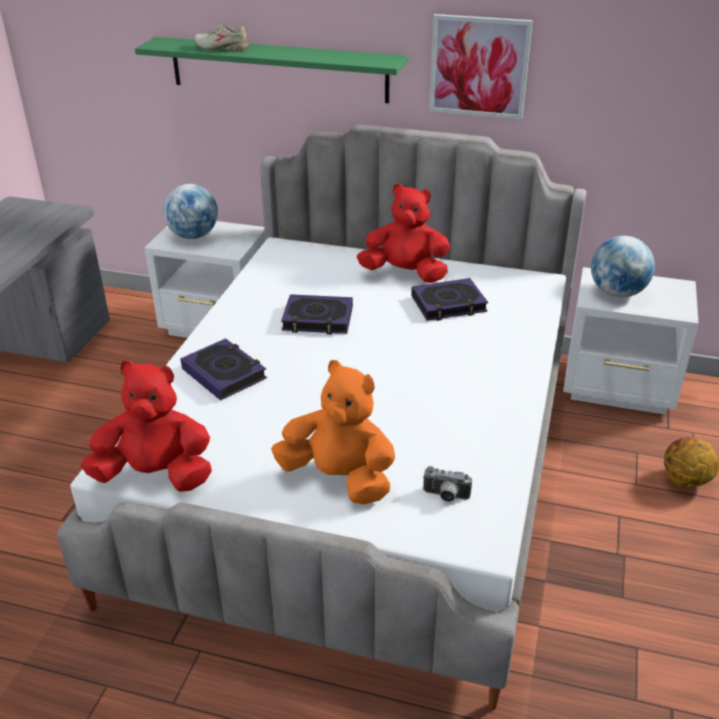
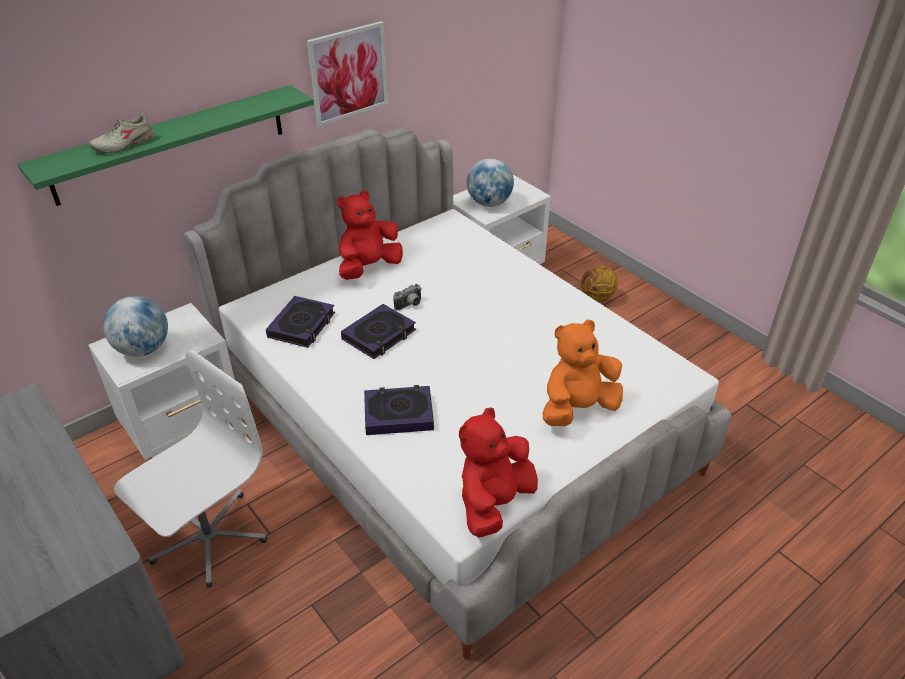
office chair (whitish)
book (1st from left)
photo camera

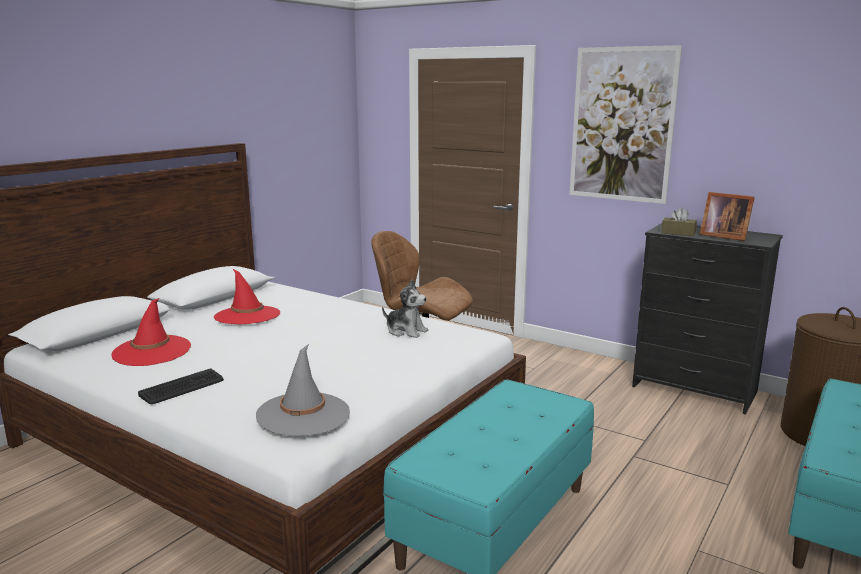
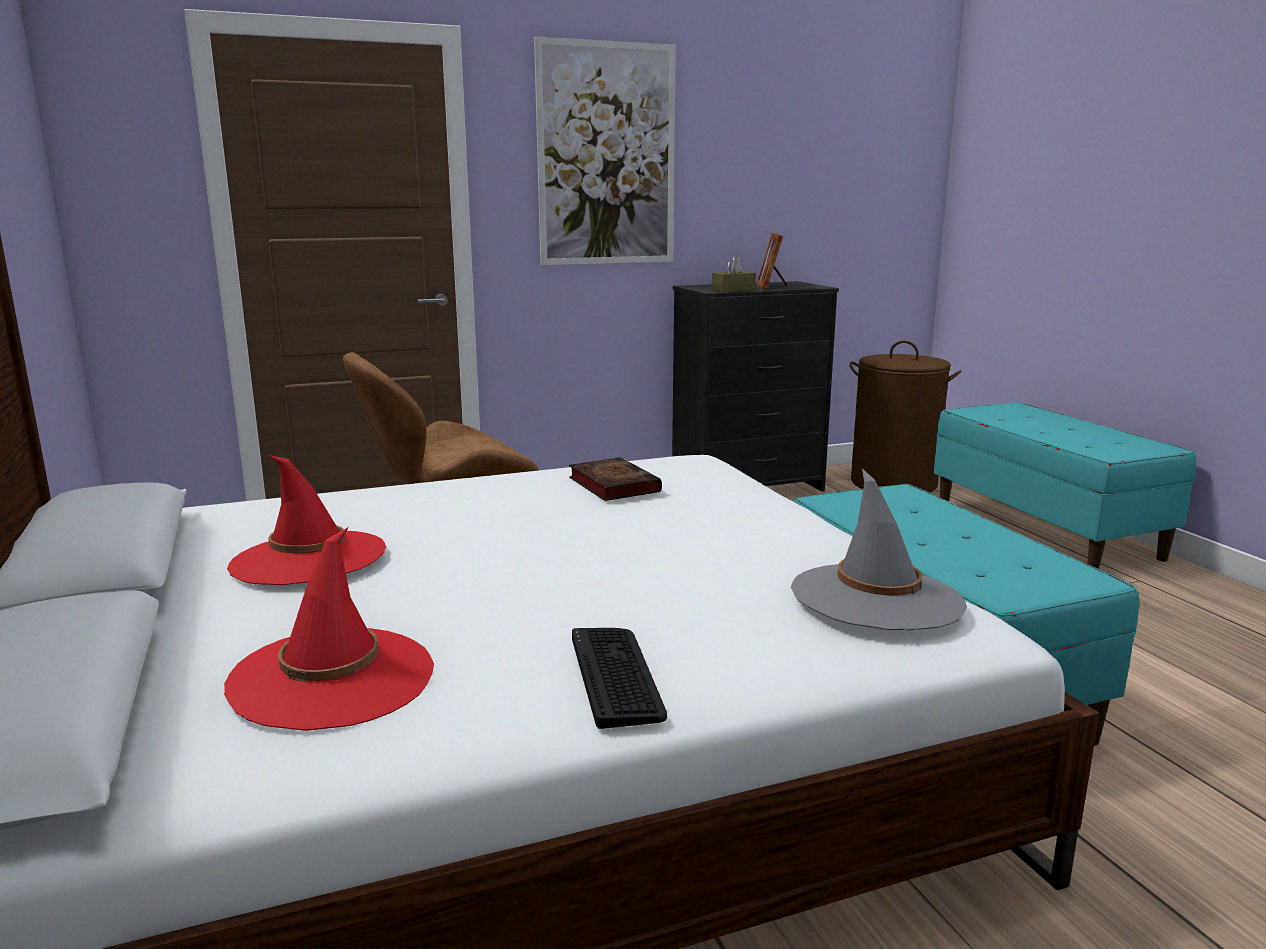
book
photo frame

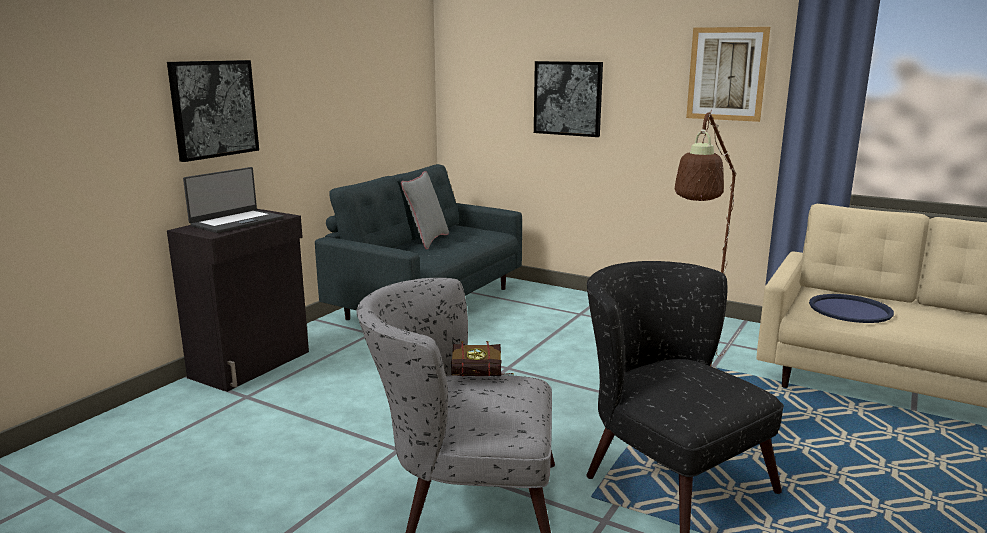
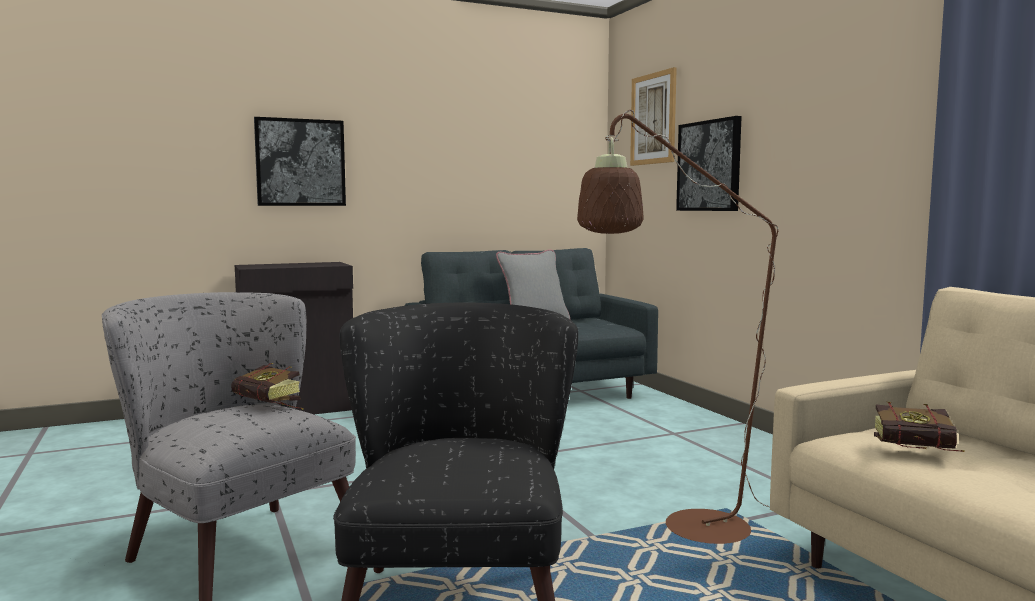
picture (2nd from left)
book (2nd from left)
laptop

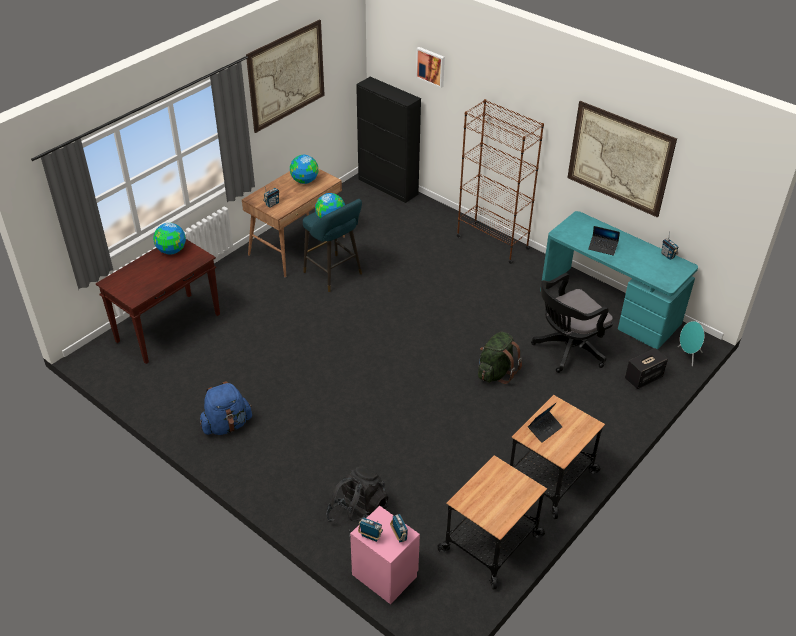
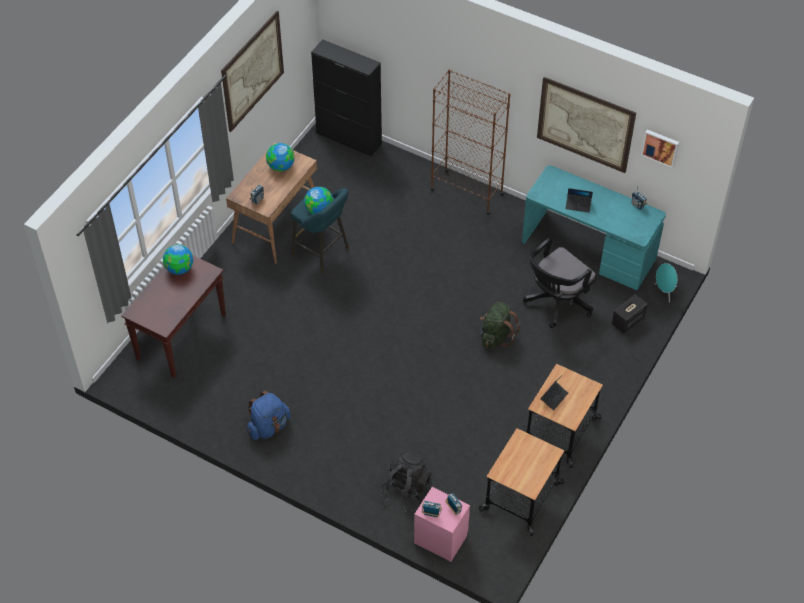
picture (3rd from left)

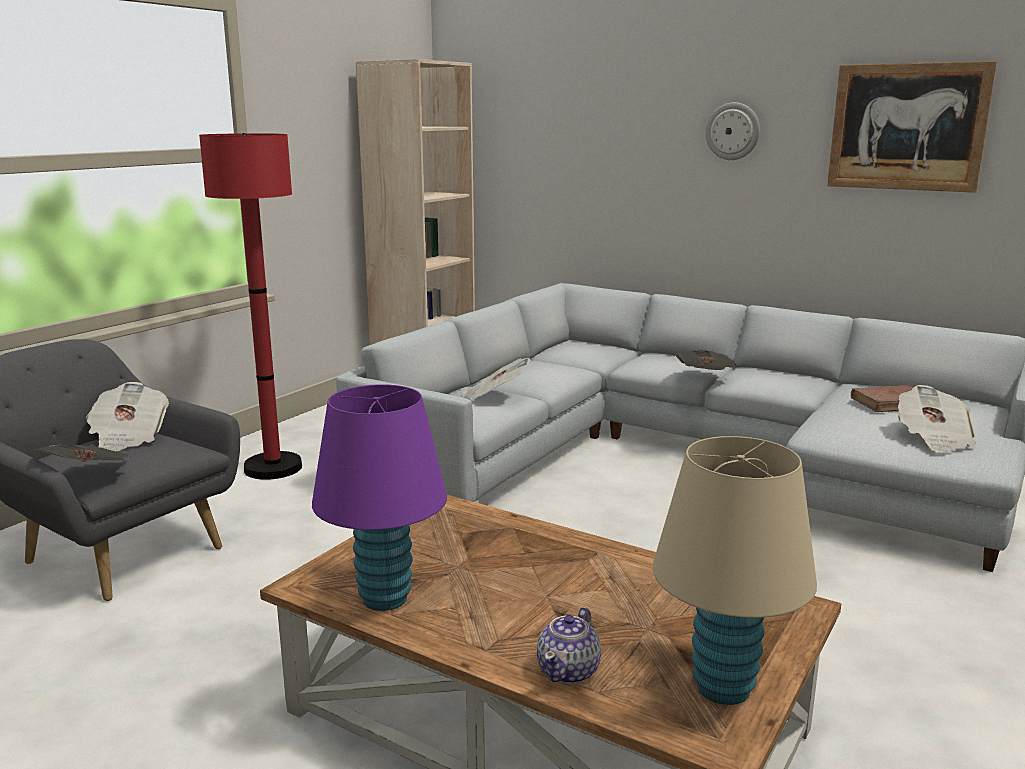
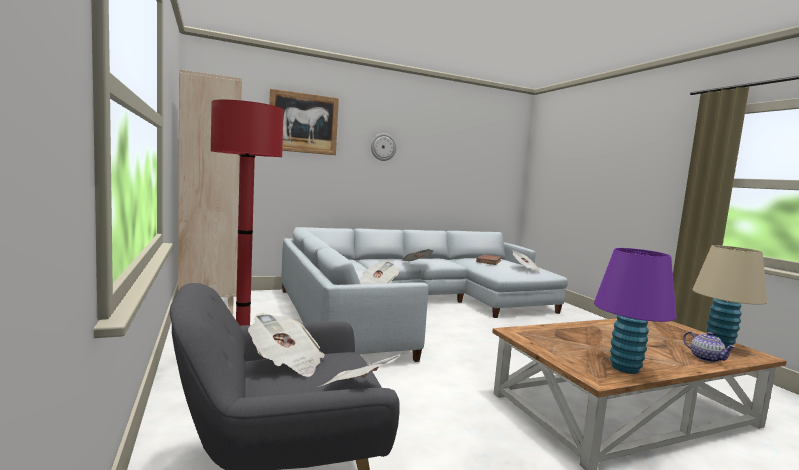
picture

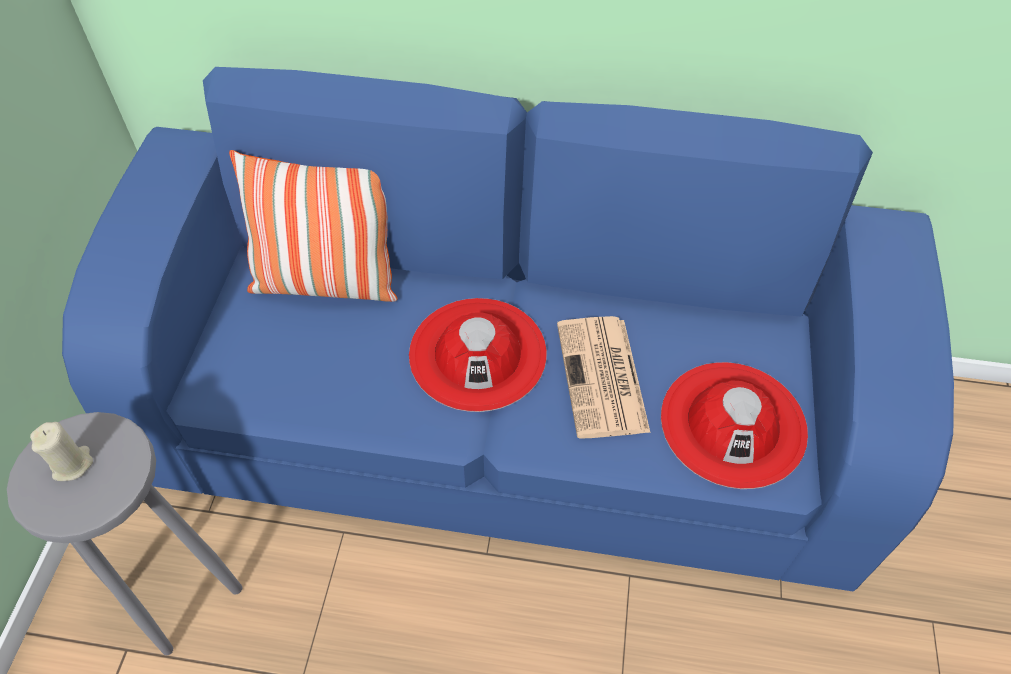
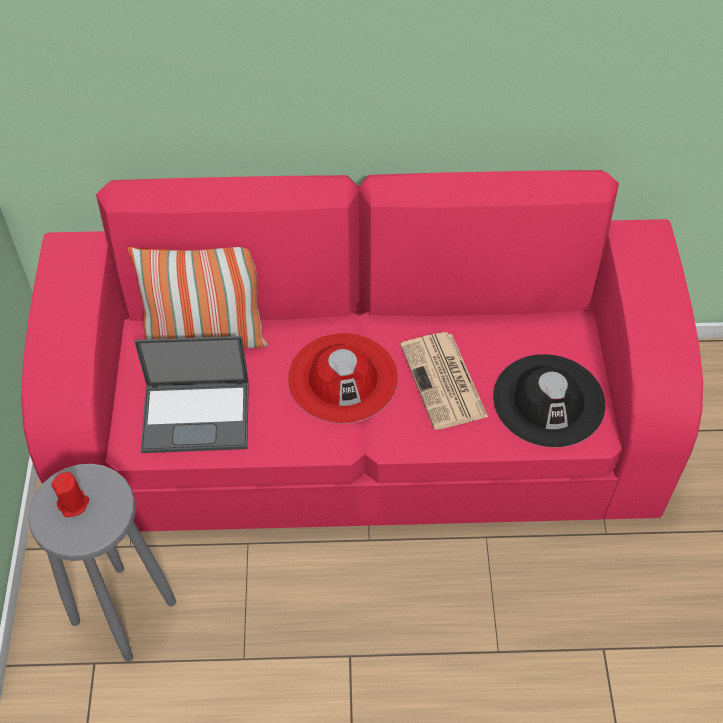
couch (pink)
candle (reddish)
laptop
hat (blackish)

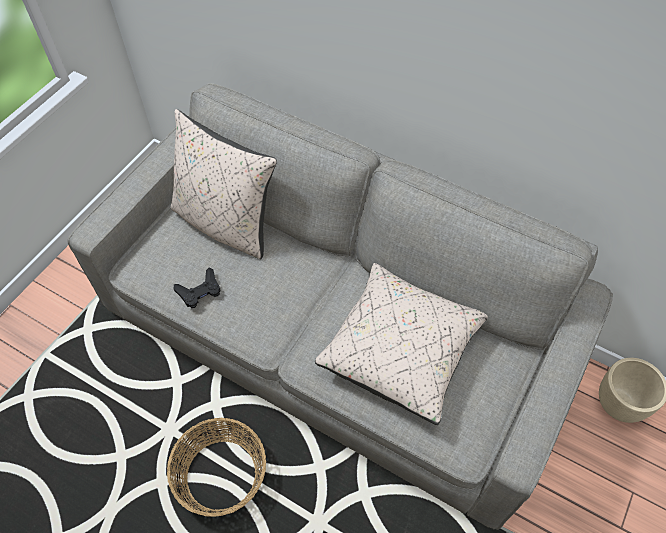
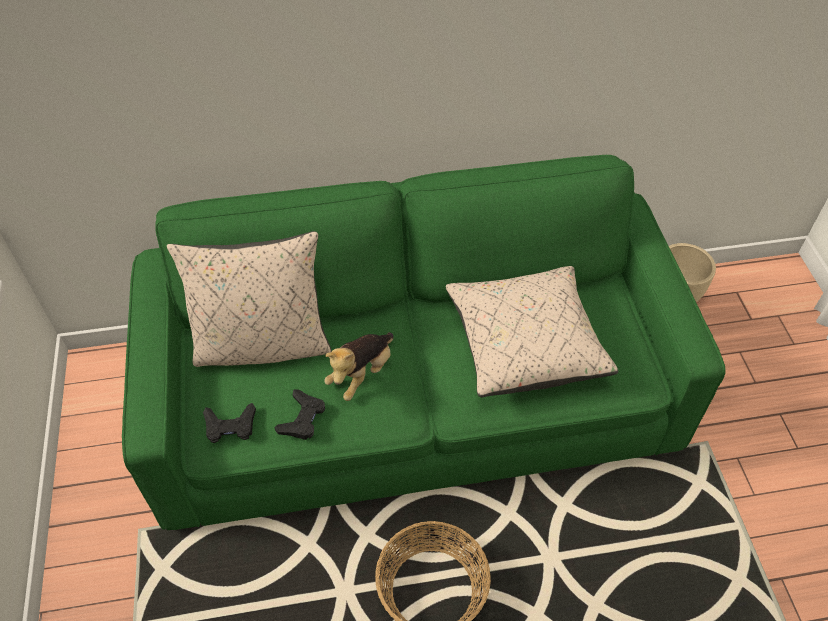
couch (green-coloured)
gamepad (blackish) (1st from left)
plush toy

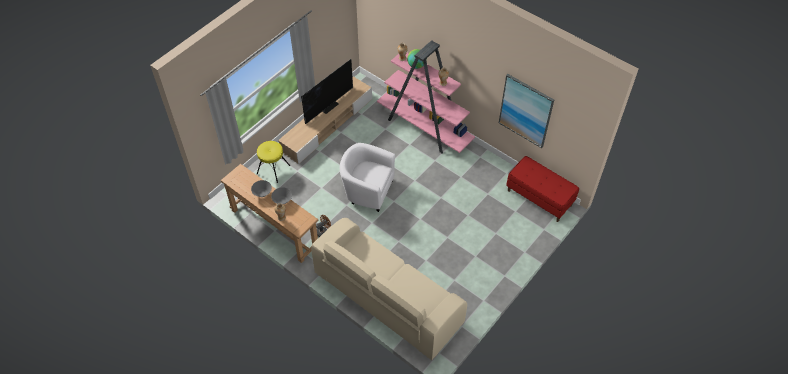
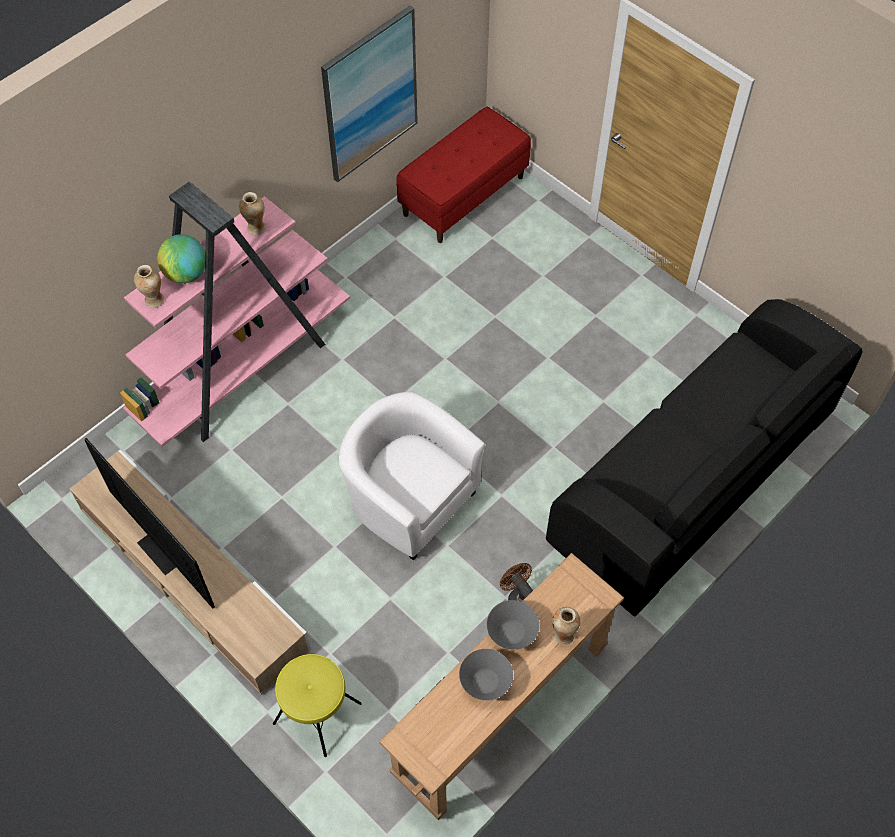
easy chair (whitish)
couch (blackish)

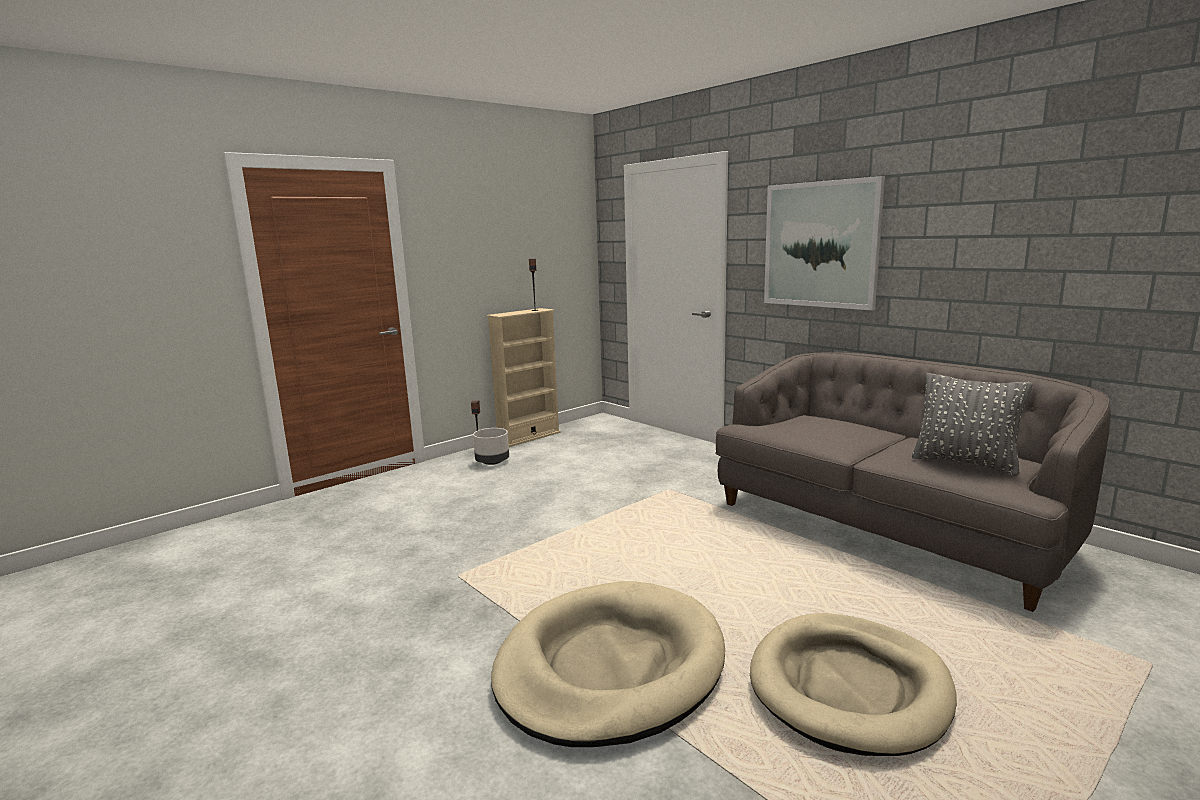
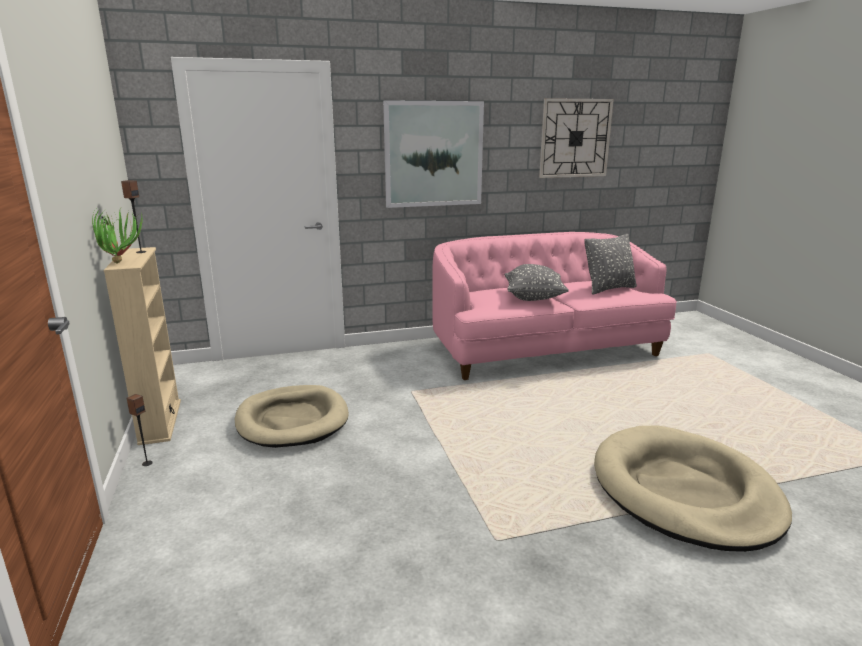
potted plant
dog bed (sand-coloured) (1st from left)
couch (pink)
cushion (greyish) (1st from left)
hanging clock
planter (greyish)

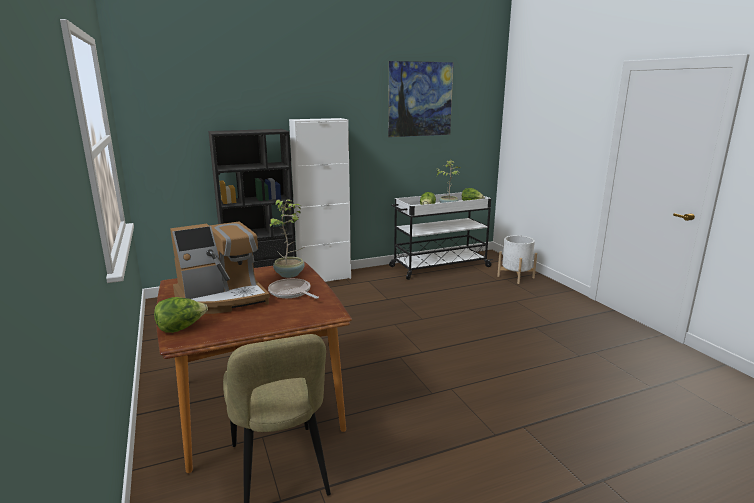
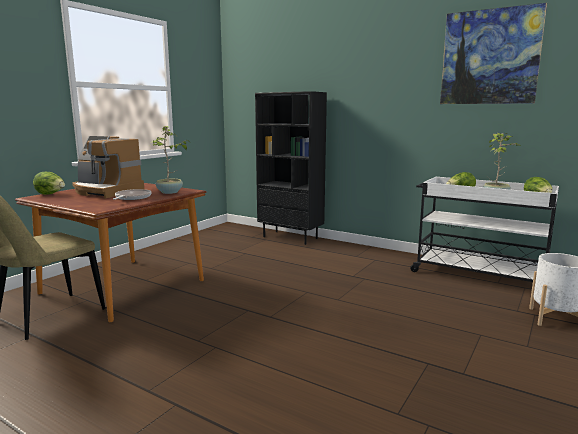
storage cabinet (whitish)

